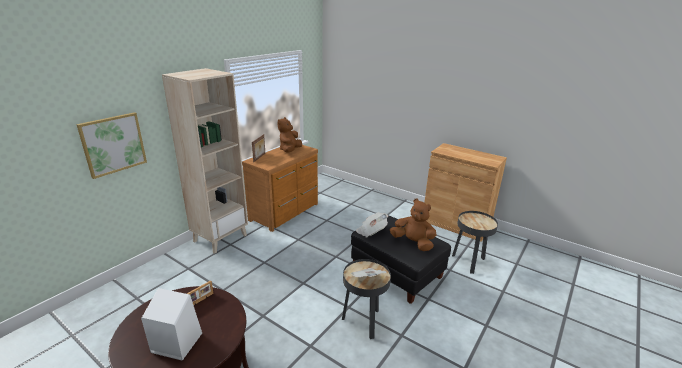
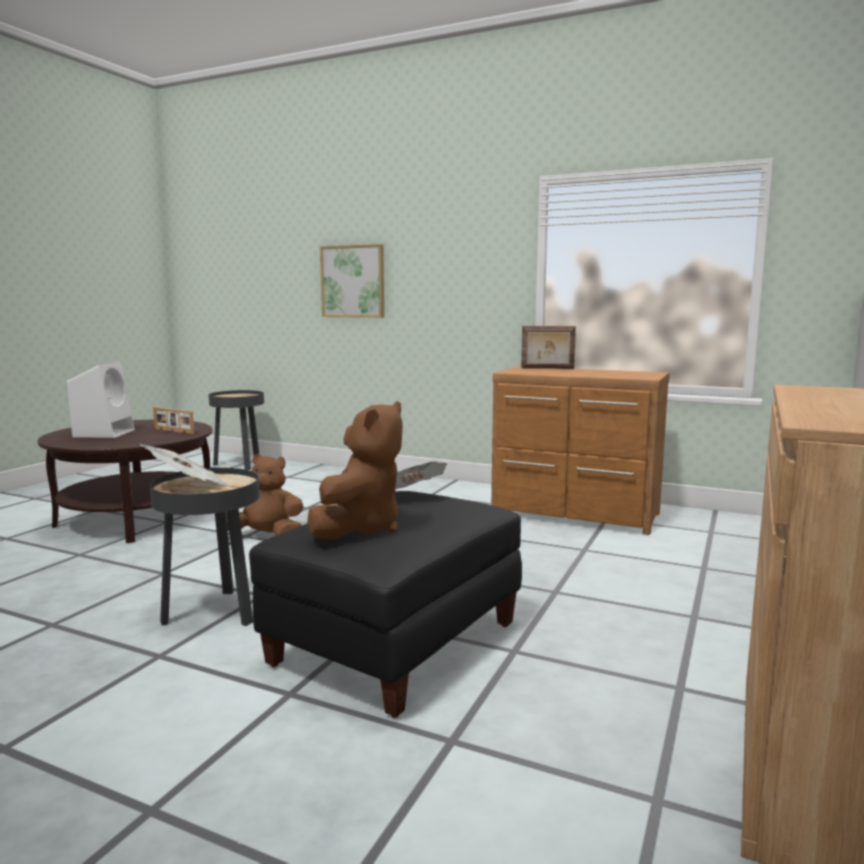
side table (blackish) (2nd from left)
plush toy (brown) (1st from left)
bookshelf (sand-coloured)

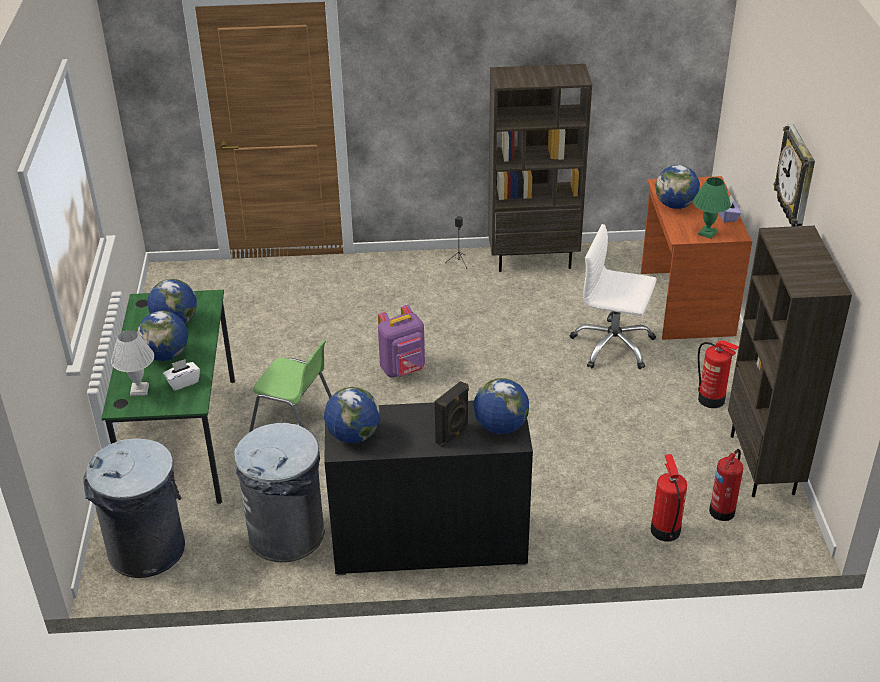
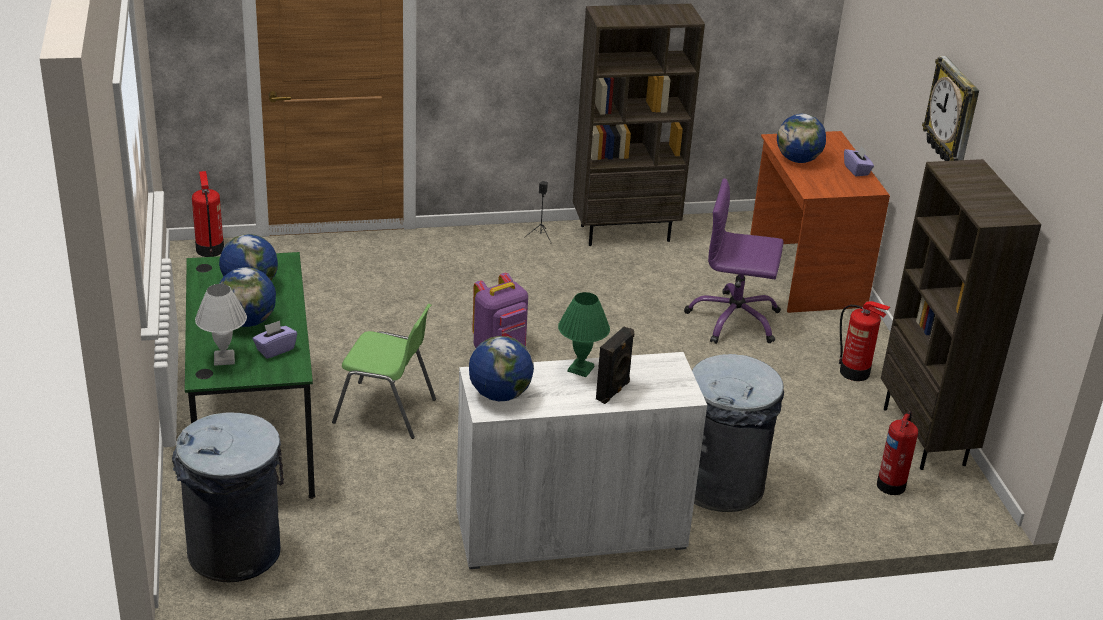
extinguisher (1st from left)
tissue box (purple-coloured) (1st from left)
storage cabinet (whitish)
table lamp (green-coloured)
office chair (purple-coloured)
trash can (greyish) (2nd from left)
globe (4th from left in the first image)

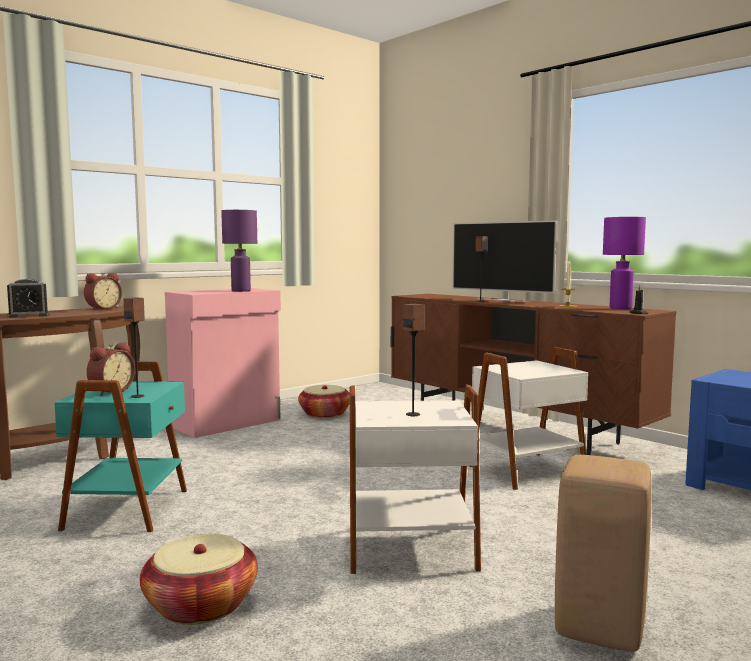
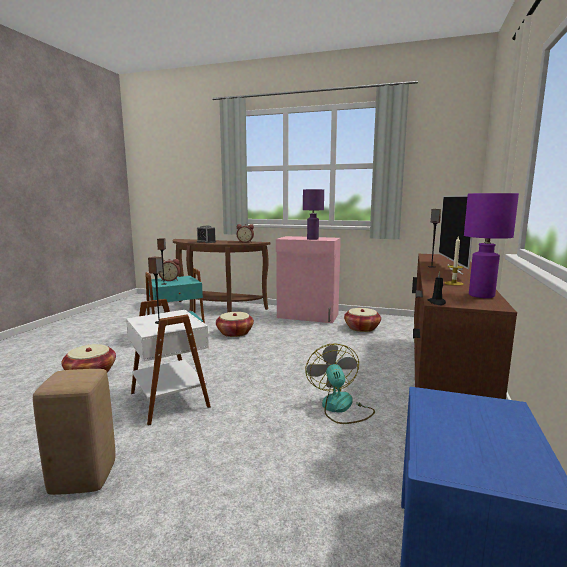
basket (2nd from left)
cooling fan

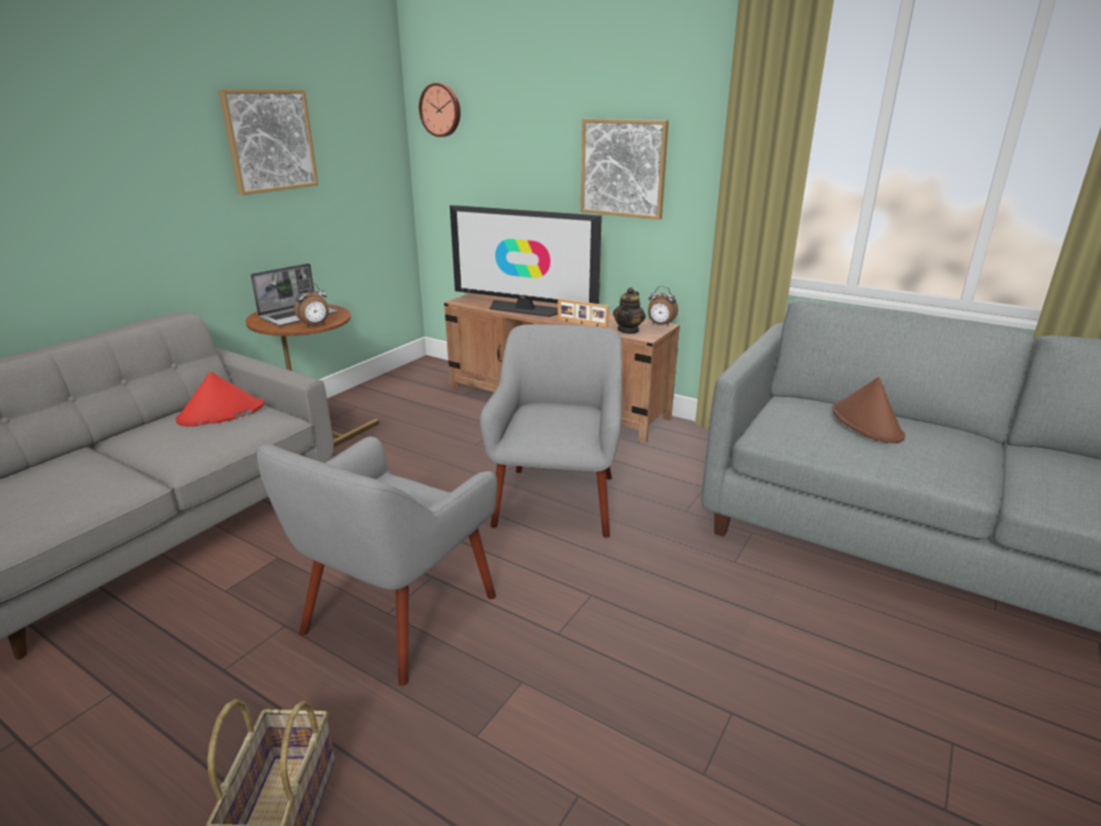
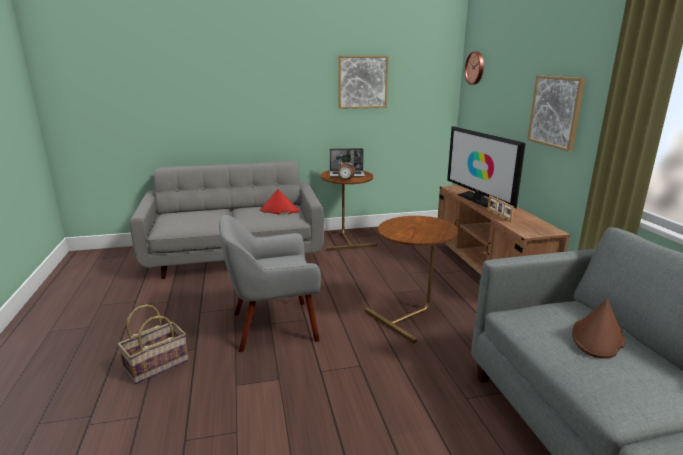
side table (brown) (2nd from left)
pot for tea
bedside clock (2nd from left in the first image)

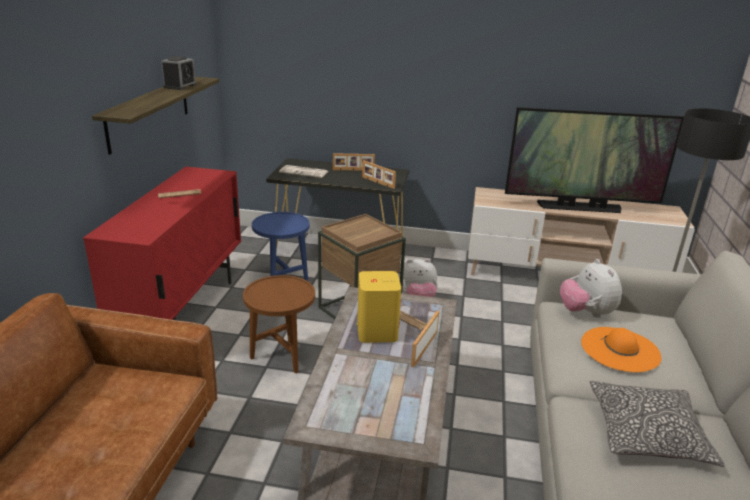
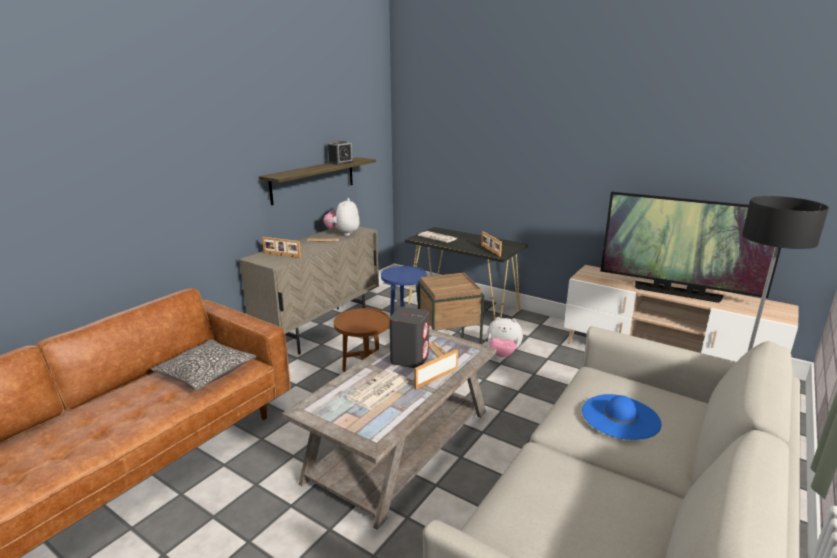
cushion
storage cabinet (sand-coloured)
photo frame (1st from left)
plush toy (1st from left)
newspaper (2nd from left)
loudspeaker (greyish)
hat (bluish)

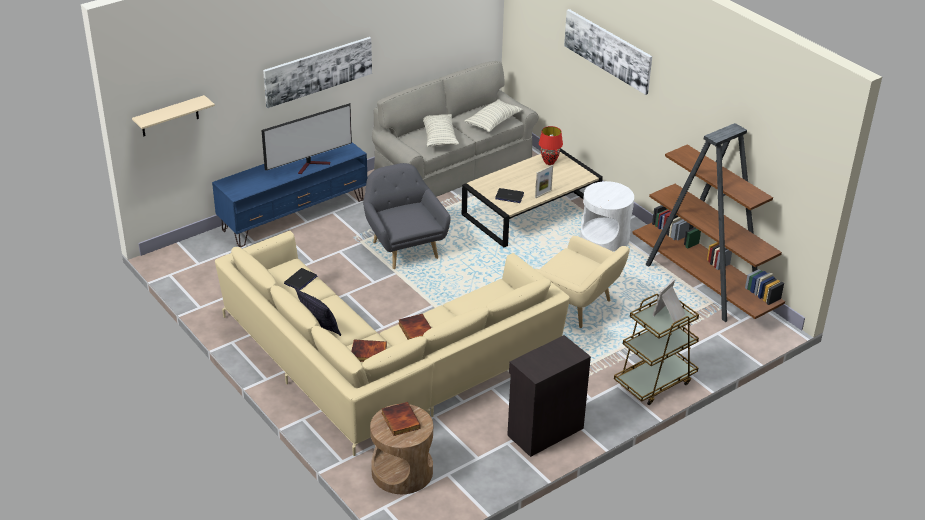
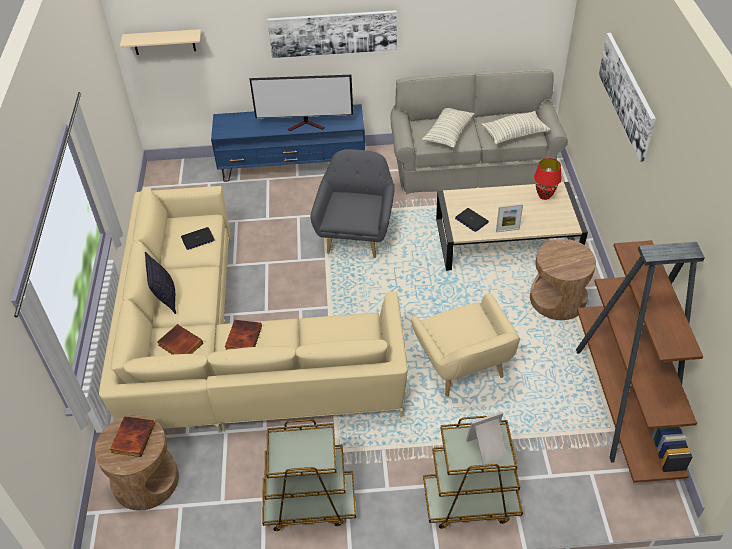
trolley (brown) (1st from left)
side table (brown) (2nd from left)

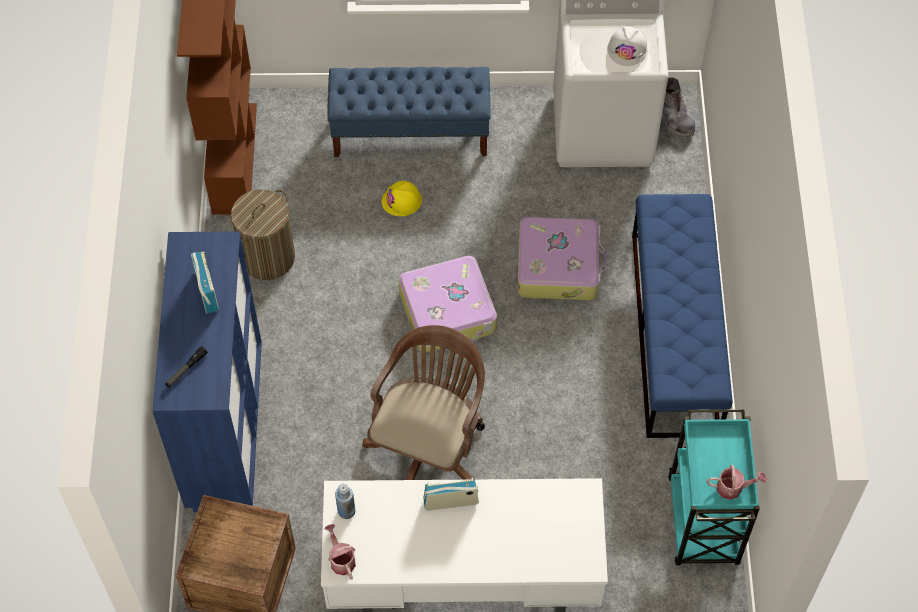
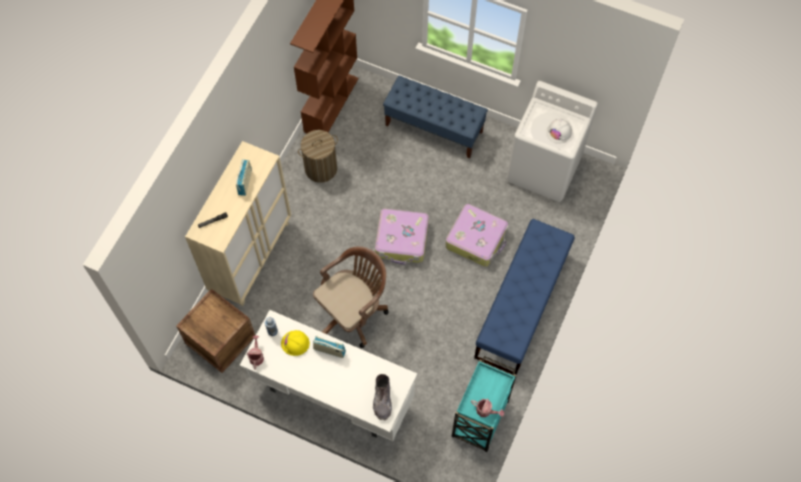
storage cabinet (sand-coloured)
hard hat (yellowish)
high-top boot (greyish)

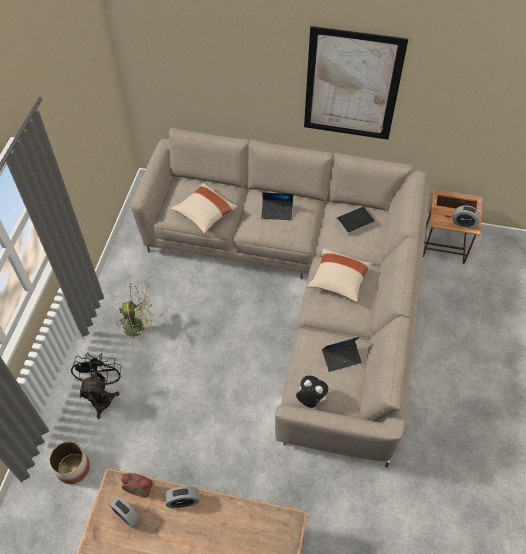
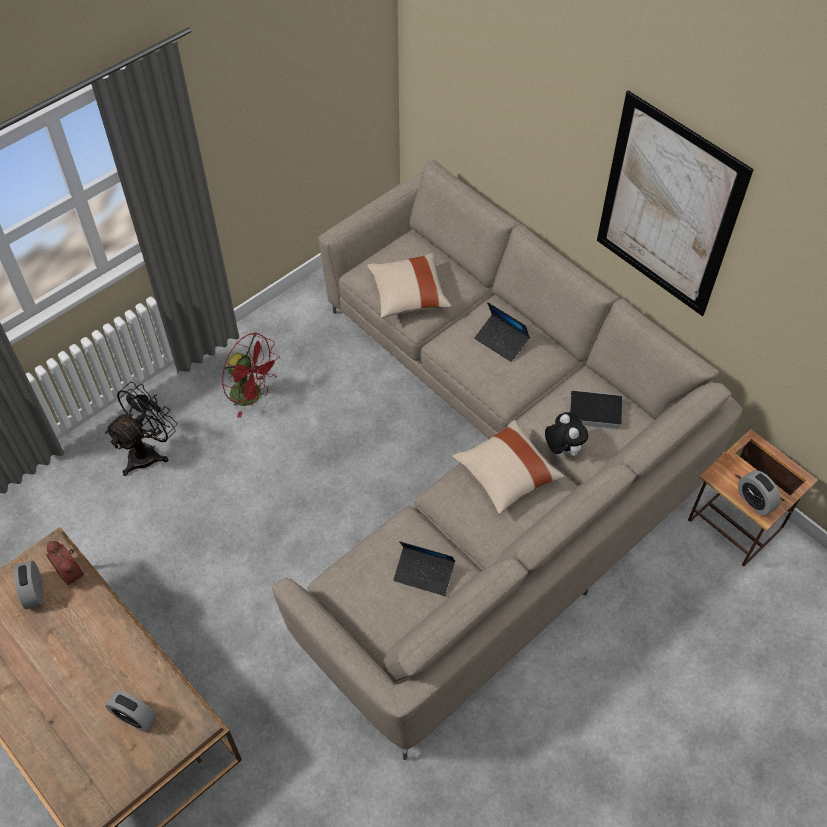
bedside clock (3rd from left)
cooling fan (reddish)
plush toy
planter

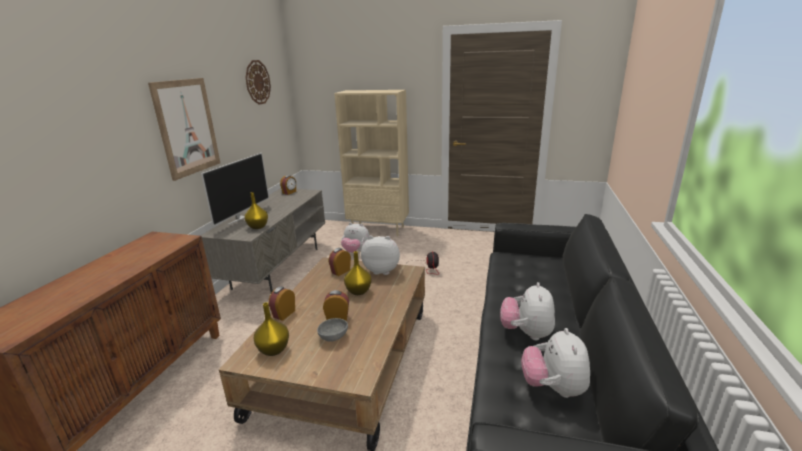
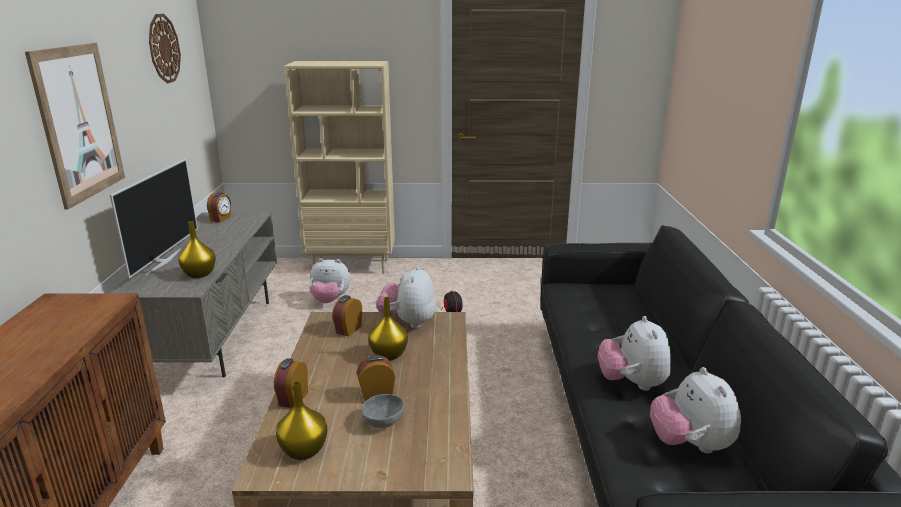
plush toy (2nd from left)

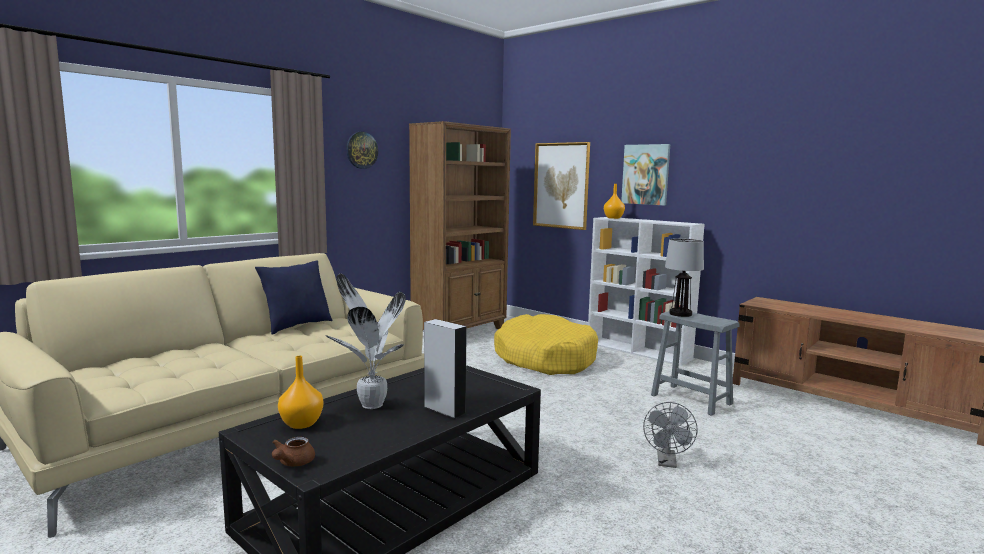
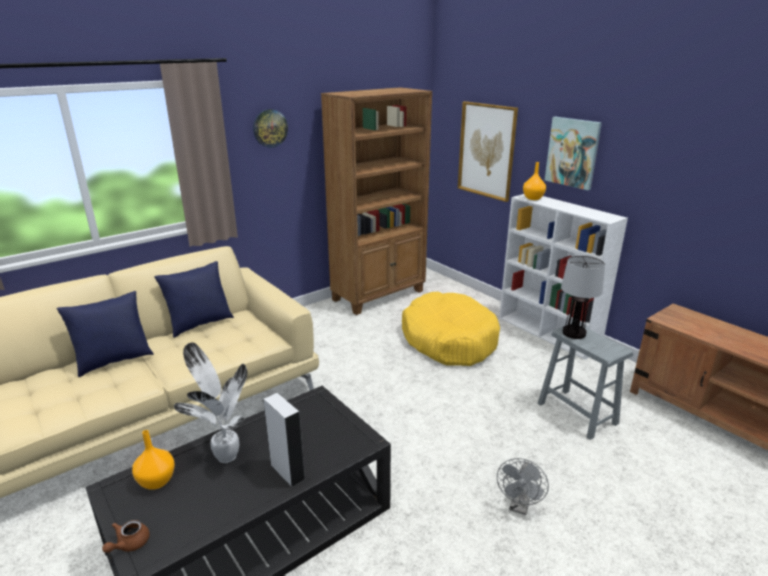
cushion (bluish) (1st from left)

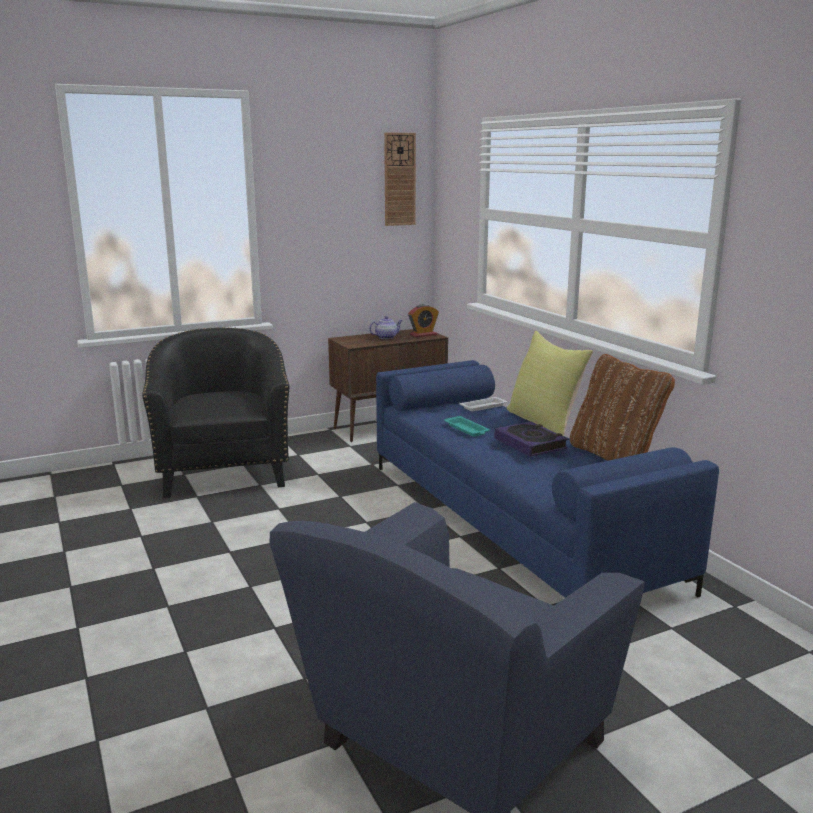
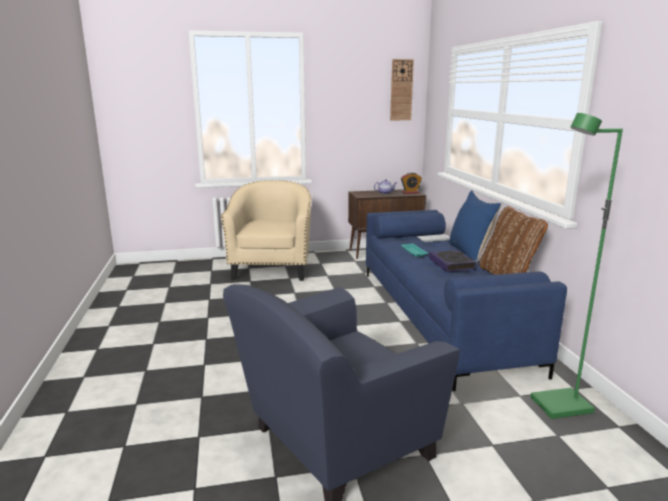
easy chair (sand-coloured)
cushion (bluish)
standing lamp (green-coloured)

